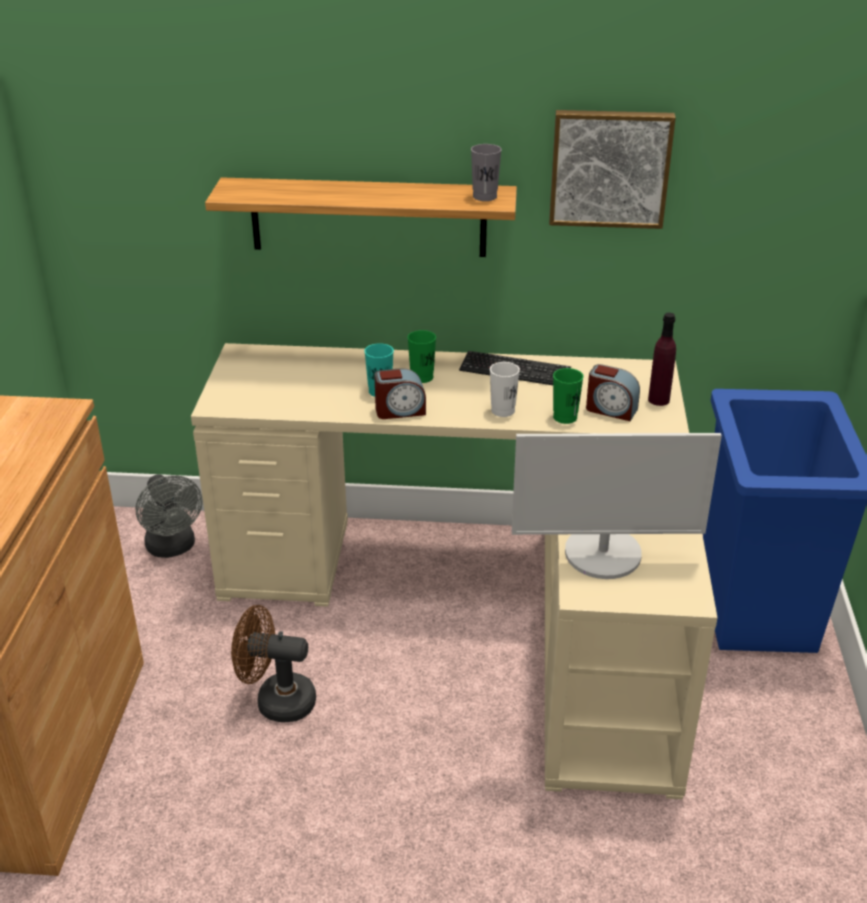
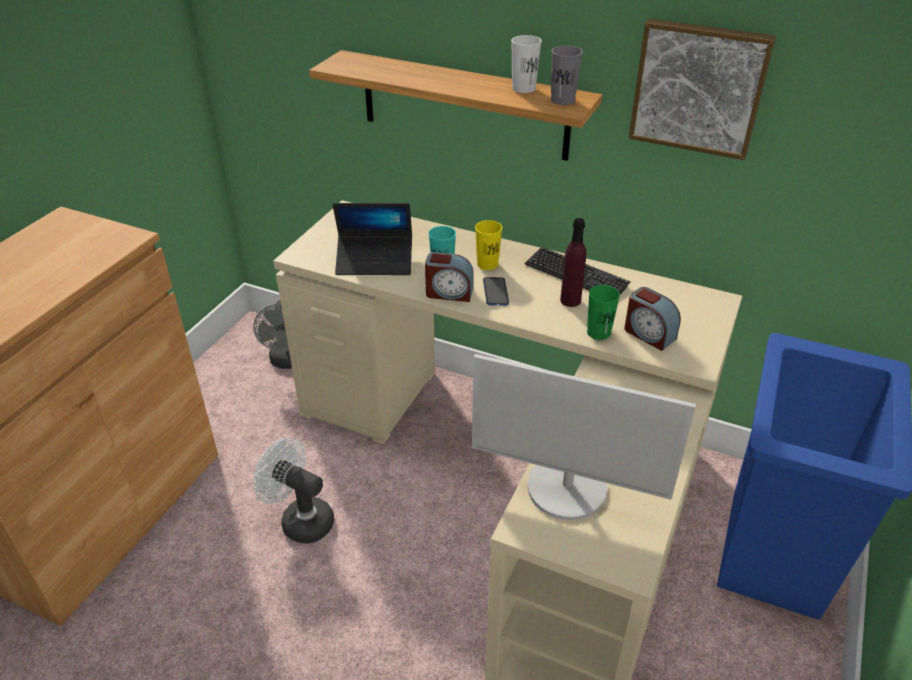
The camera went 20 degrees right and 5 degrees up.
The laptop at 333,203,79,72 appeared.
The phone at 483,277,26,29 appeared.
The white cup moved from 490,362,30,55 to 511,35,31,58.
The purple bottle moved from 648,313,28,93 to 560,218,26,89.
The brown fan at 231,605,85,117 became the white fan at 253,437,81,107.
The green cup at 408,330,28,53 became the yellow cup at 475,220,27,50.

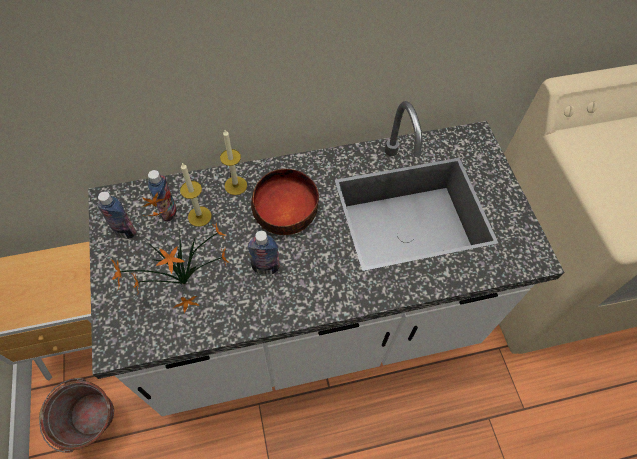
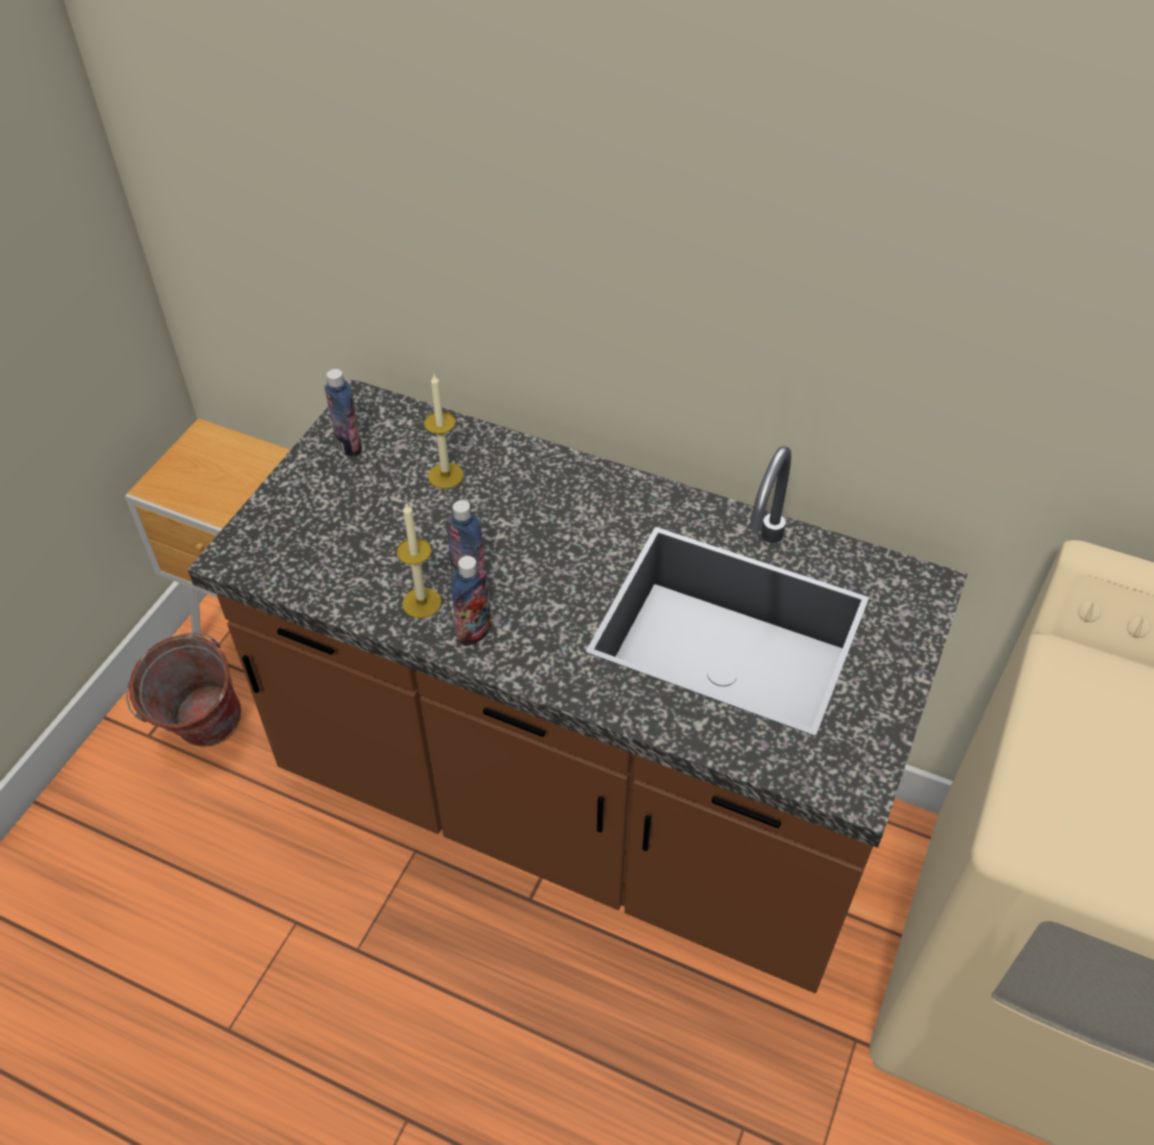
The camera went 40 degrees right and 10 degrees down.
The potted plant at 111,193,118,120 disappeared.
The bowl at 251,169,68,66 disappeared.
The bottle moved from 148,170,29,51 to 451,556,40,90.
The candle moved from 220,130,27,65 to 396,502,45,116.
The white counter at 88,101,477,315 became the brown counter at 188,379,779,614.

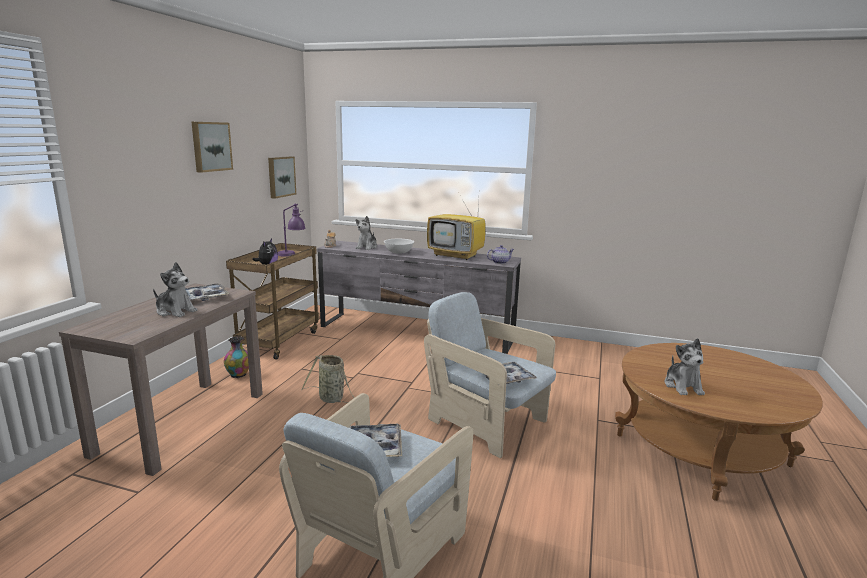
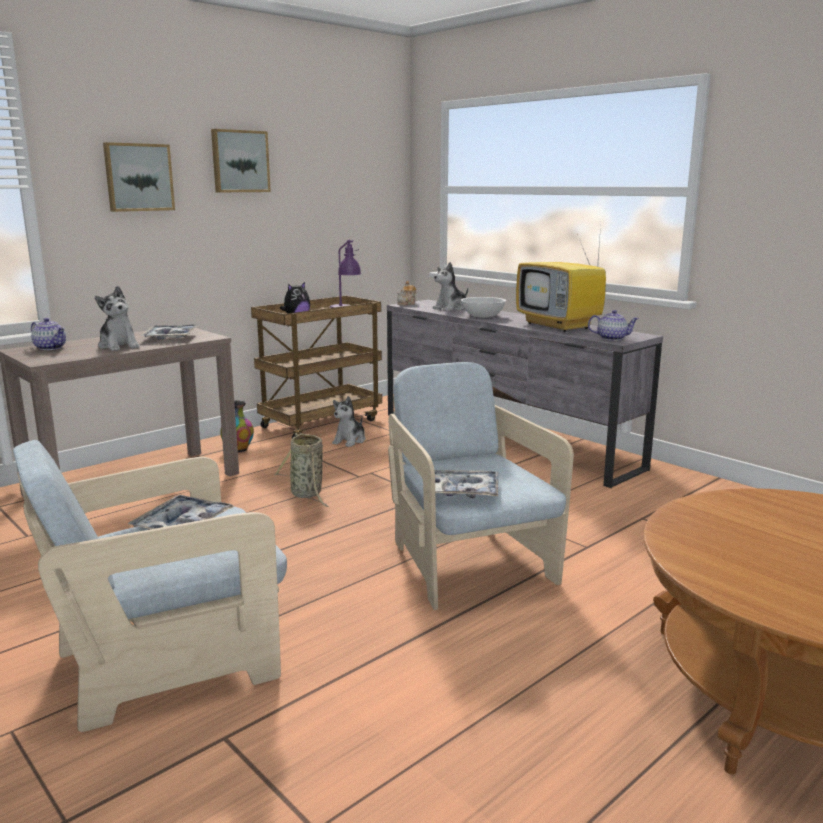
The camera went 30 degrees right and 0 degrees up.
The teapot at 31,318,35,32 appeared.
The picture moved from 268,156,28,43 to 103,142,72,70.
The plush toy moved from 664,338,41,57 to 332,396,33,51.

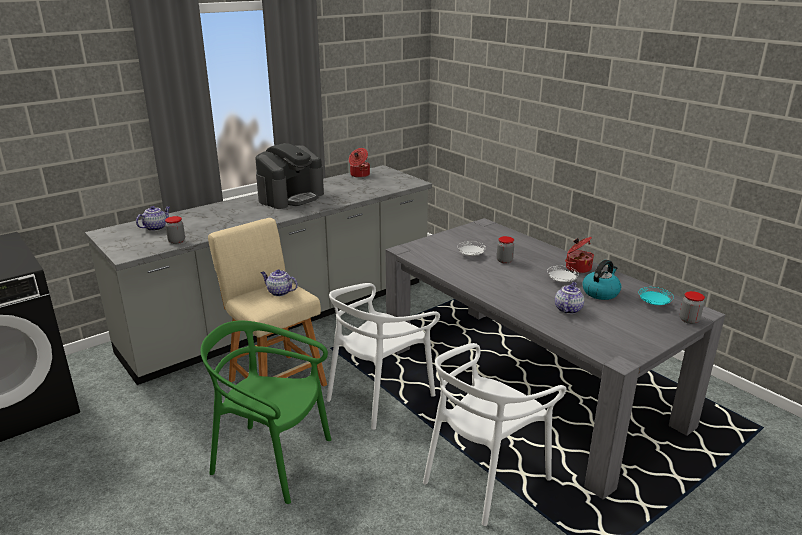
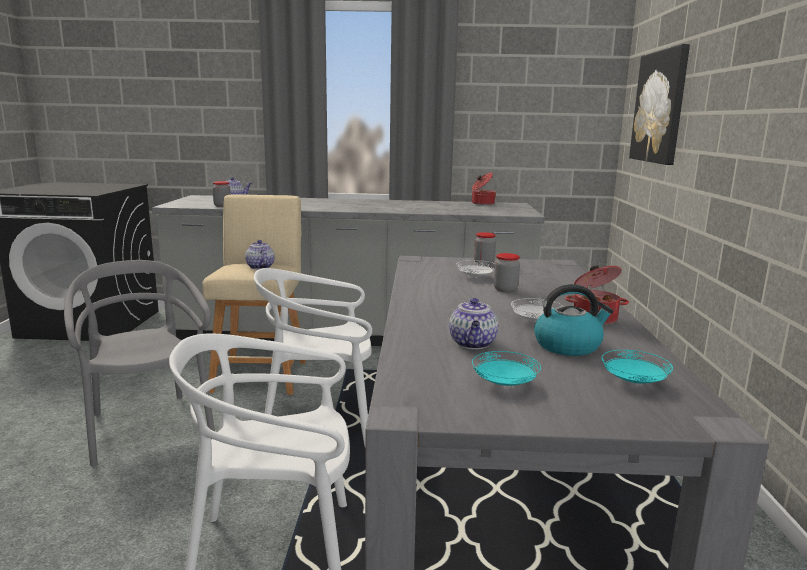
The camera went 40 degrees right and 10 degrees down.
The coffee machine at 255,143,69,66 disappeared.
The turquoise plate at 472,351,69,35 appeared.
The picture at 629,44,61,121 appeared.
The jar moved from 680,291,25,33 to 474,232,22,33.
The green chair at 200,321,132,183 became the grey chair at 64,260,151,206.
The teapot at 555,282,29,32 turned 120 degrees clockwise.

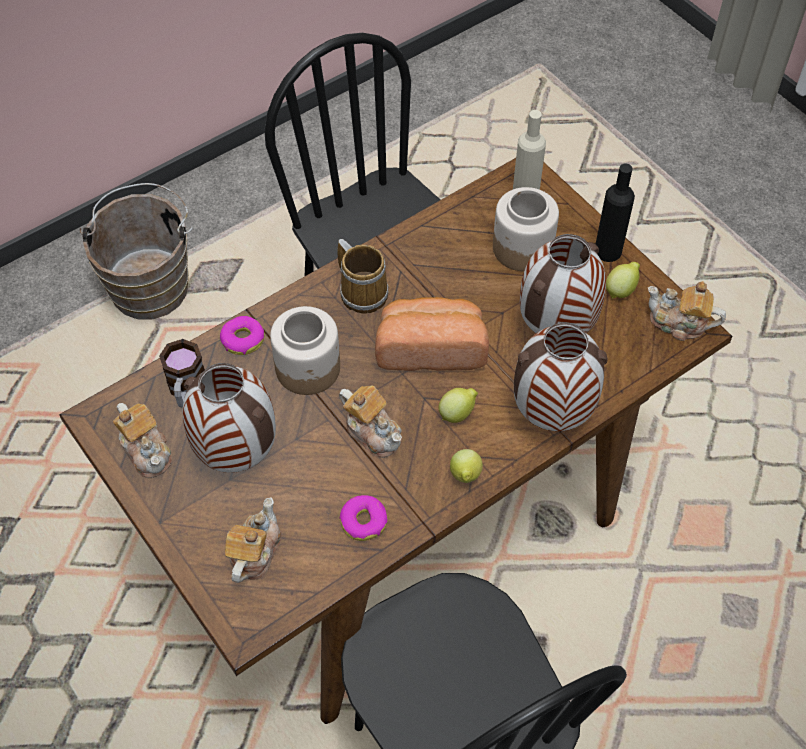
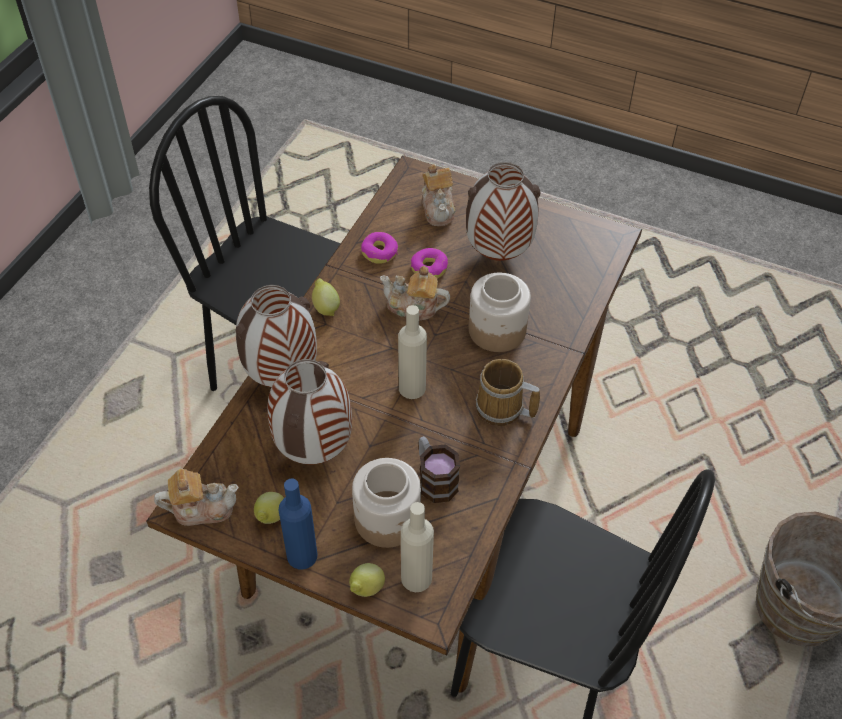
The camera went 150 degrees right and 5 degrees down.
The teapot at 113,403,59,75 disappeared.
The mug moved from 159,339,46,68 to 419,436,41,67.
The donut moved from 220,316,44,39 to 411,248,37,30.
The lemon moved from 439,388,39,35 to 349,563,36,34.
The bread at 375,297,114,74 was replaced by the beige bottle at 398,305,29,94.
The black bottle at 596,164,39,98 became the blue bottle at 279,479,38,90.

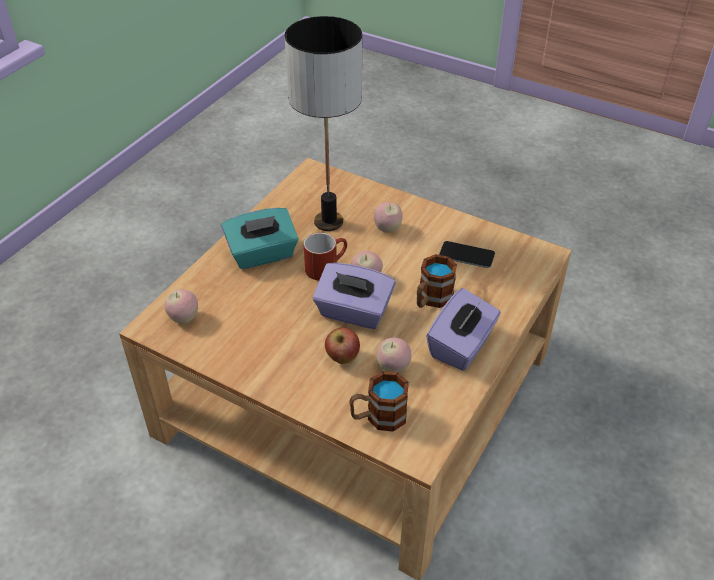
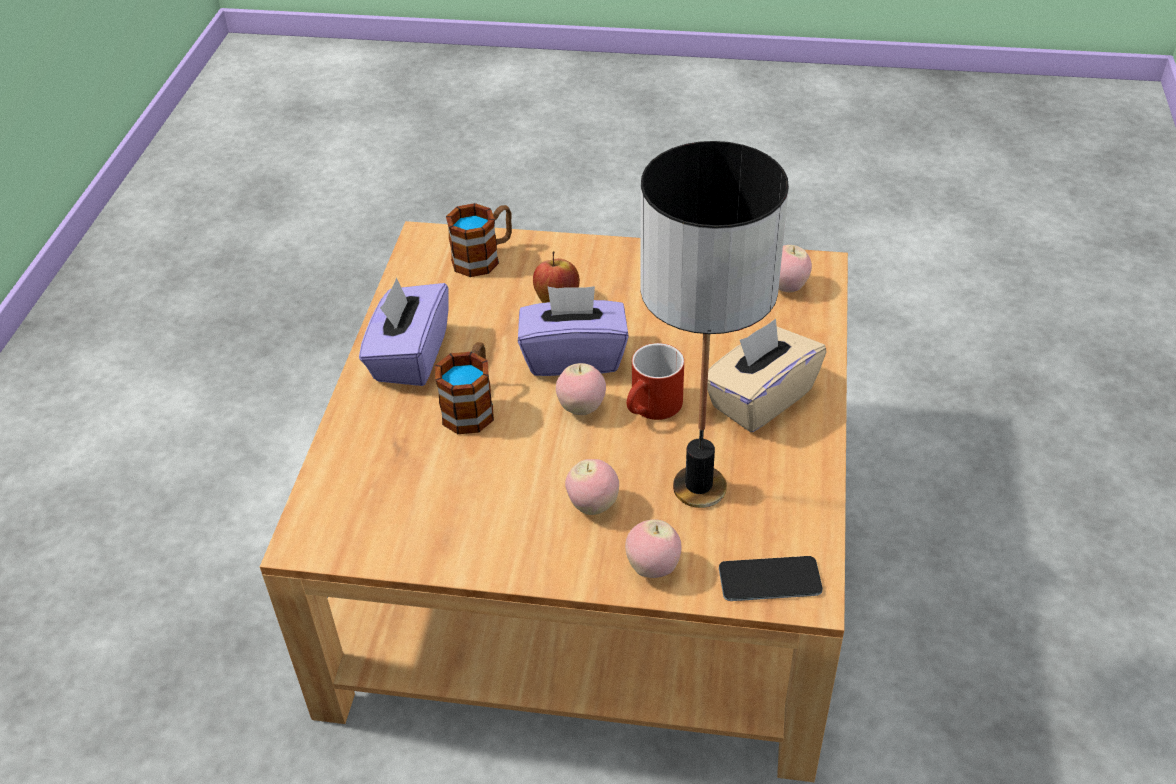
The camera went 160 degrees right and 0 degrees up.
The apple moved from 377,337,35,36 to 625,519,56,59.
The phone moved from 439,241,56,27 to 719,556,104,45.
The turquoise tissue box at 221,208,77,61 became the beige tissue box at 707,319,120,113.

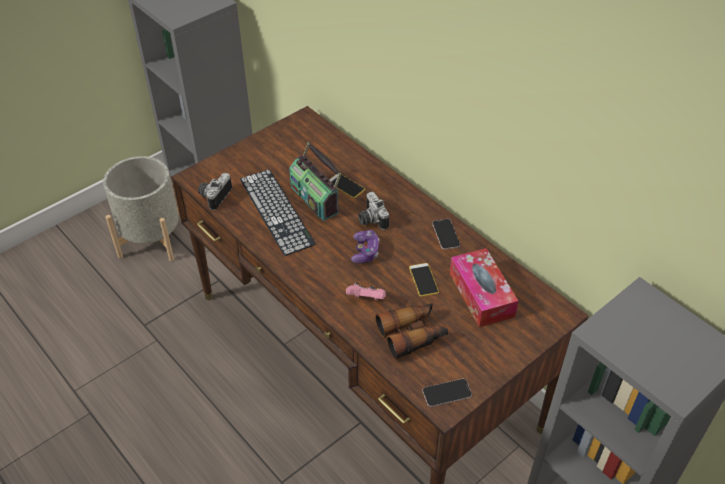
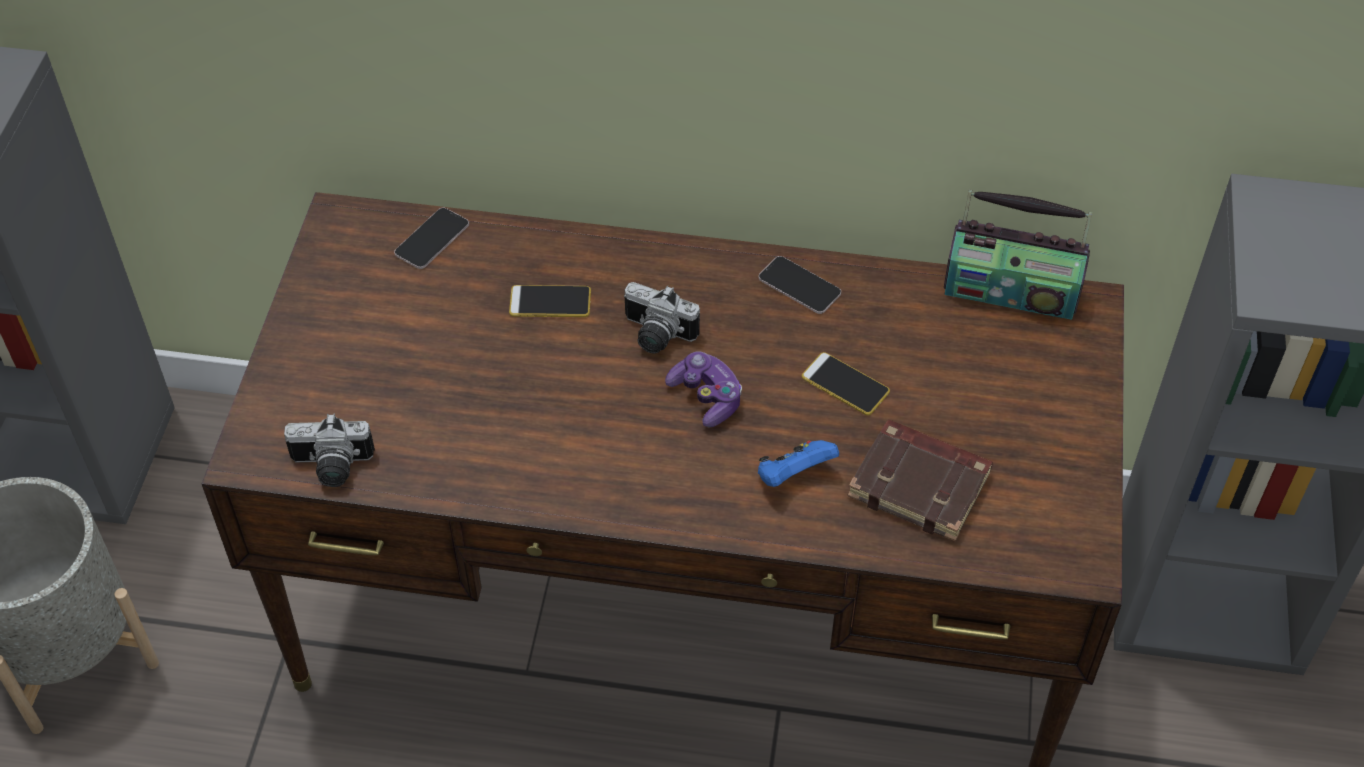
The camera went 40 degrees left and 5 degrees up.
The keyboard at 240,169,76,87 disappeared.
The tissue box at 450,248,68,79 disappeared.
The radio moved from 289,142,52,79 to 944,190,148,130.
The phone moved from 423,379,49,28 to 394,208,75,61.
The binoculars at 375,303,73,57 was replaced by the brown book at 848,420,145,121.
The pink game controller at 346,282,40,18 became the blue game controller at 758,440,81,47.
The photo camera at 198,173,34,37 turned 75 degrees counterclockwise.

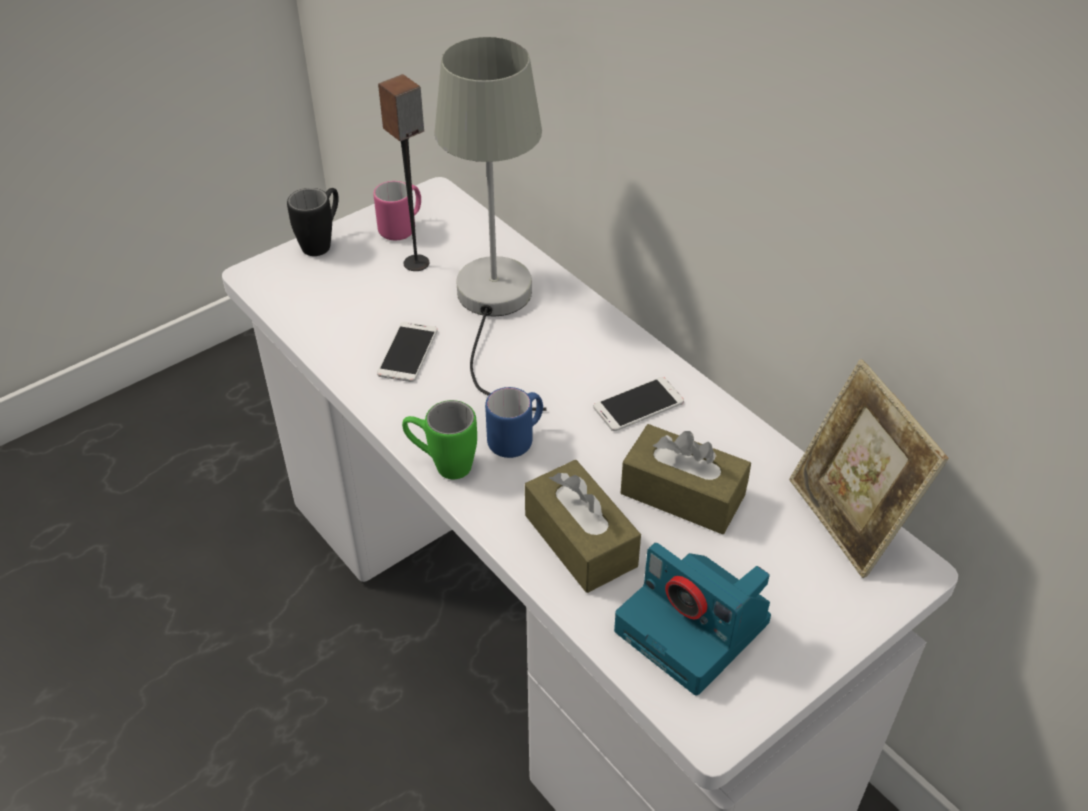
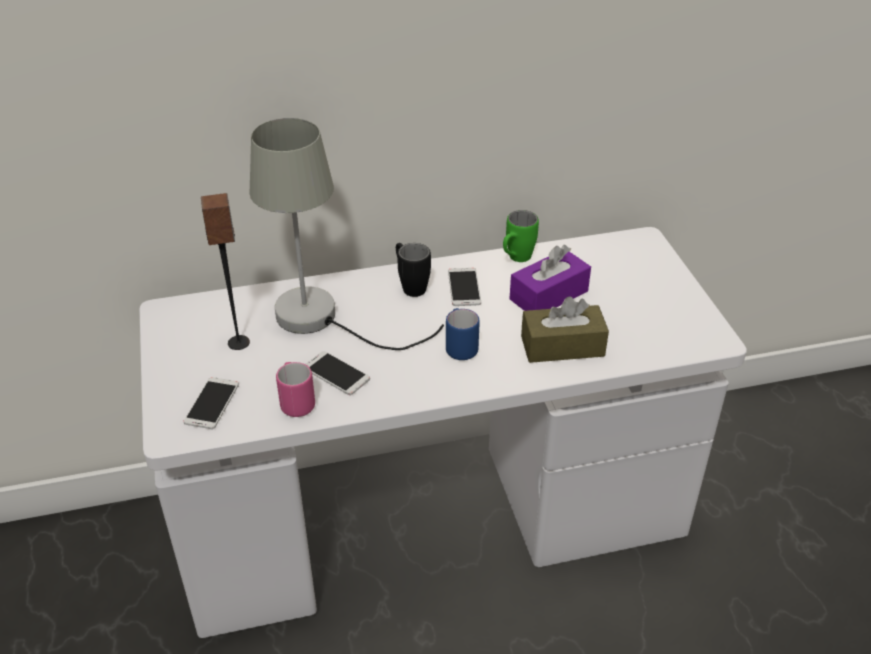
The camera went 65 degrees left and 5 degrees down.
The photo camera at 614,543,157,153 disappeared.
The picture frame at 789,359,160,219 disappeared.
The phone at 184,377,55,52 appeared.
The black mug moved from 287,188,52,68 to 396,243,35,54.
The pink mug moved from 373,181,48,59 to 276,362,39,55.
The green mug moved from 402,400,75,79 to 503,210,36,52.
The brown tissue box at 621,424,130,110 became the purple tissue box at 510,245,81,66.

